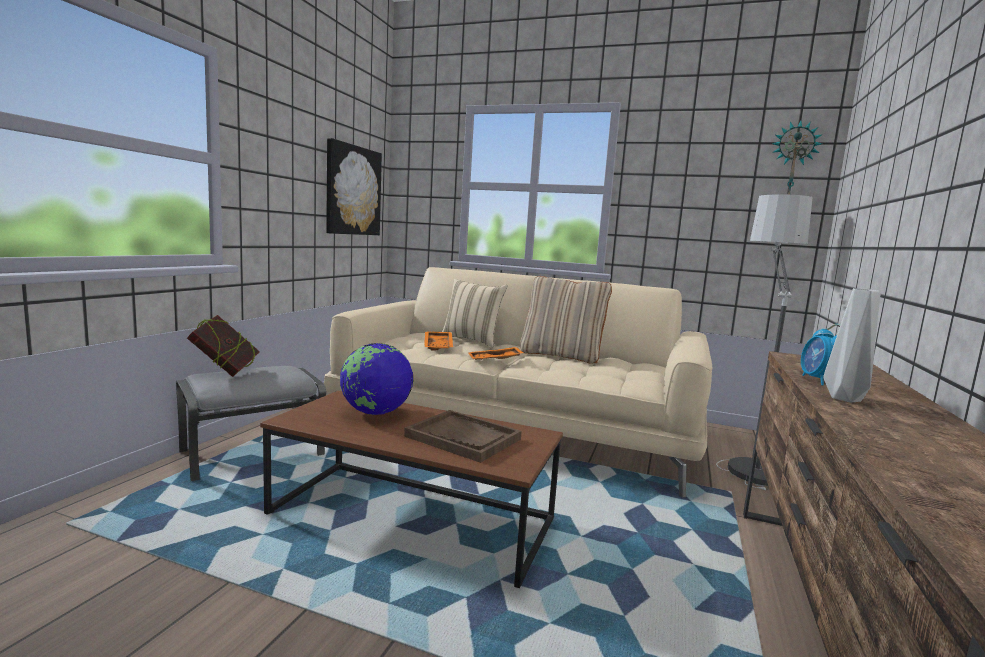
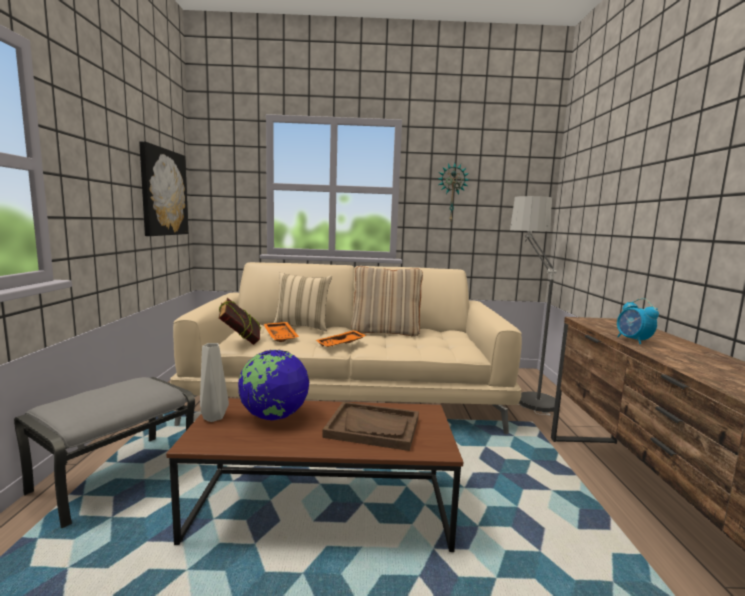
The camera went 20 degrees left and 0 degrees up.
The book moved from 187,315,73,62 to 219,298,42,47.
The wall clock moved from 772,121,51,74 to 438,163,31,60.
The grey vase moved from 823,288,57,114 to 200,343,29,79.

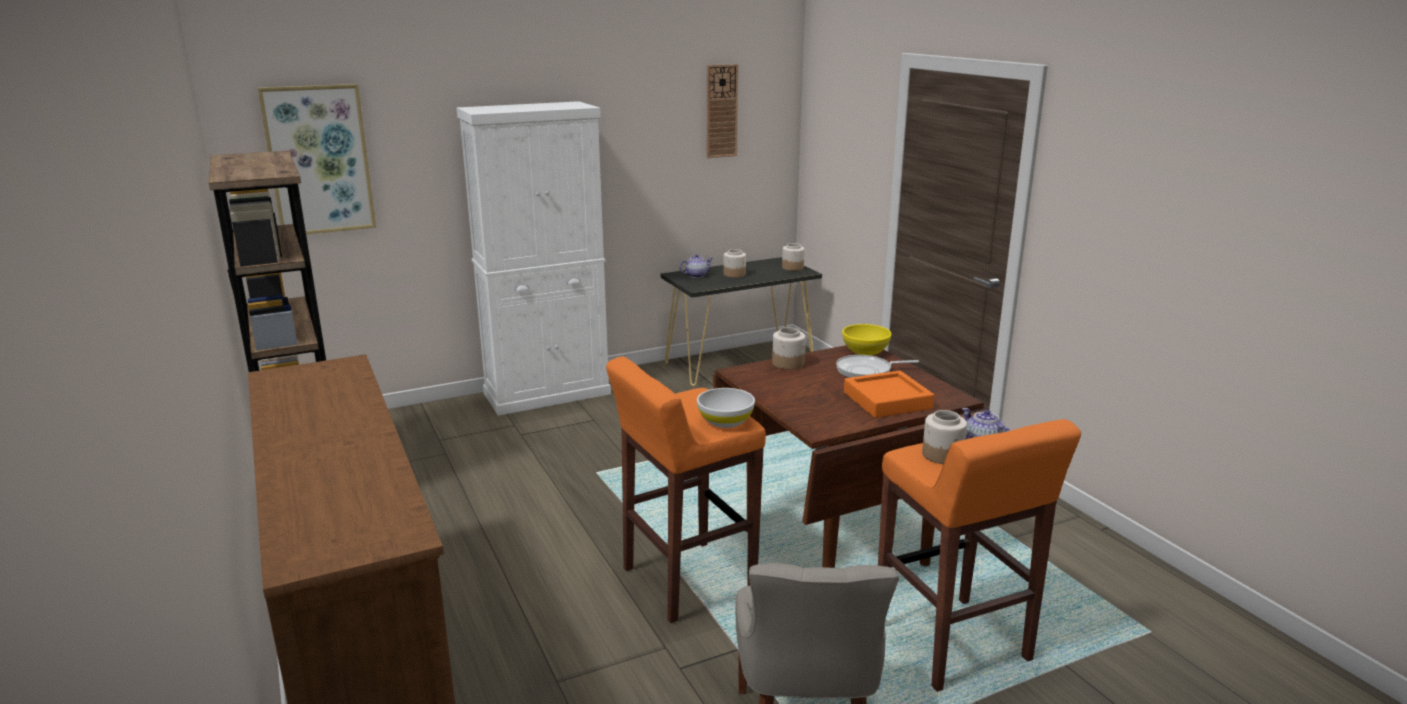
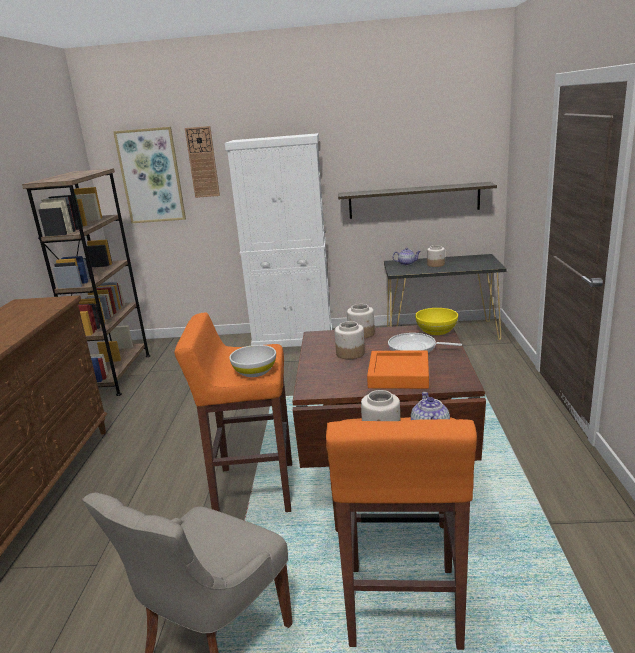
The camera went 30 degrees right and 0 degrees up.
The shelf at 338,182,159,37 appeared.
The wall clock moved from 707,64,31,94 to 185,126,35,72.
The jar moved from 782,243,23,28 to 335,321,30,38.

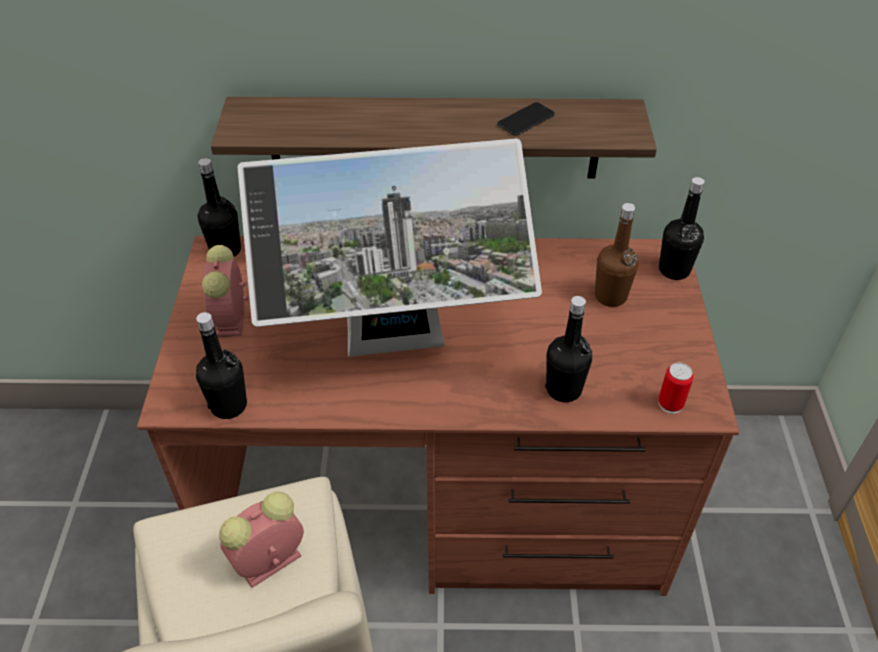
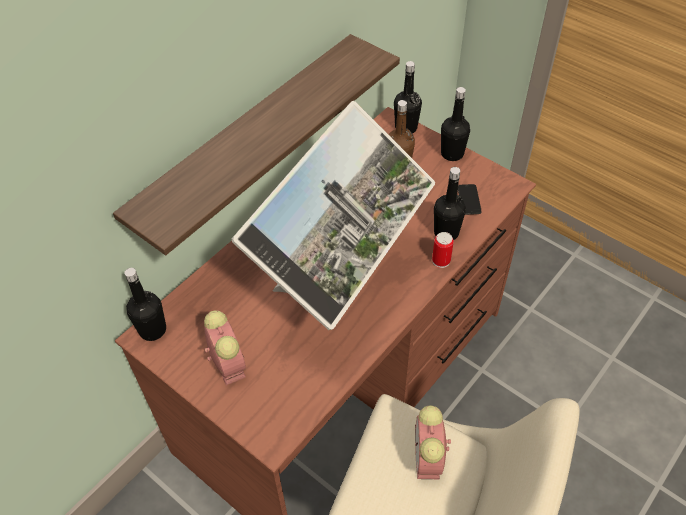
The camera went 50 degrees left and 5 degrees up.
The black bottle moved from 196,312,51,107 to 441,87,29,74.
The phone moved from 497,102,58,34 to 458,184,24,31.
The can moved from 658,363,36,51 to 432,232,22,36.
The alarm clock at 202,245,46,92 turned 150 degrees counterclockwise.

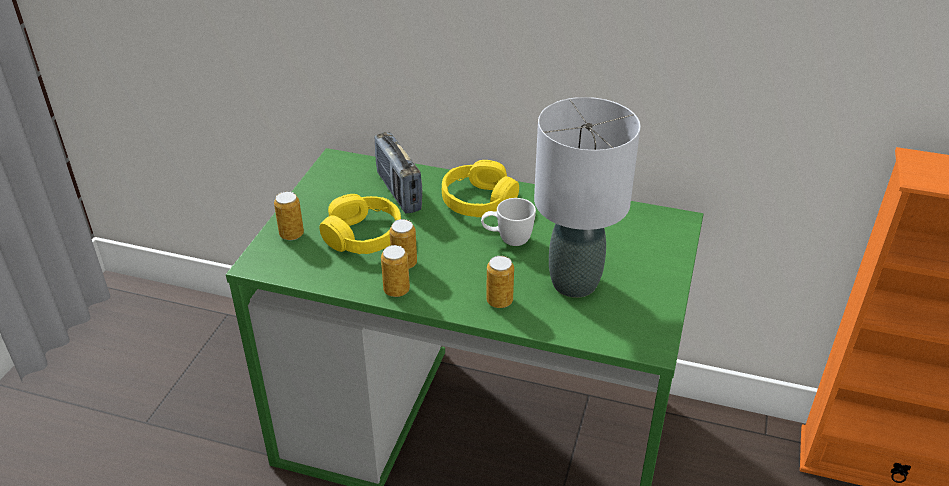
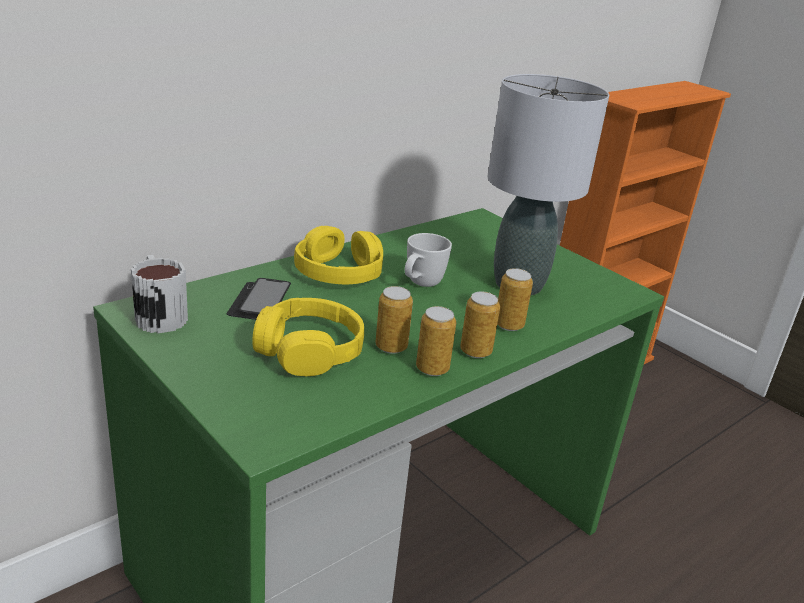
The camera went 60 degrees left and 10 degrees down.
The mug at 131,255,57,78 appeared.
The can moved from 274,191,30,49 to 460,291,40,67.
The radio at 375,132,48,81 was replaced by the phone at 226,278,65,42.

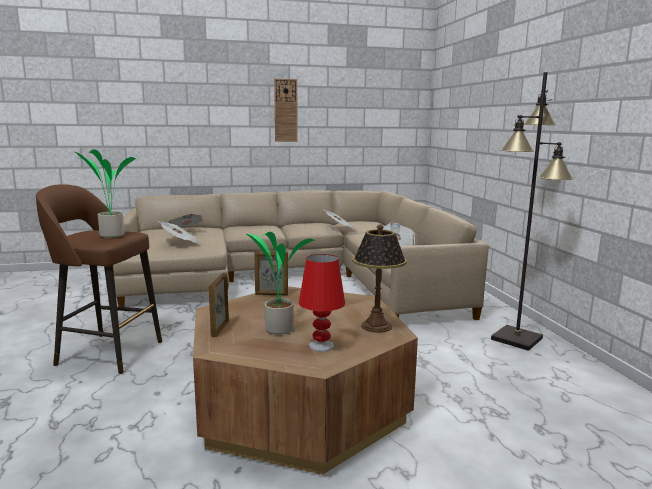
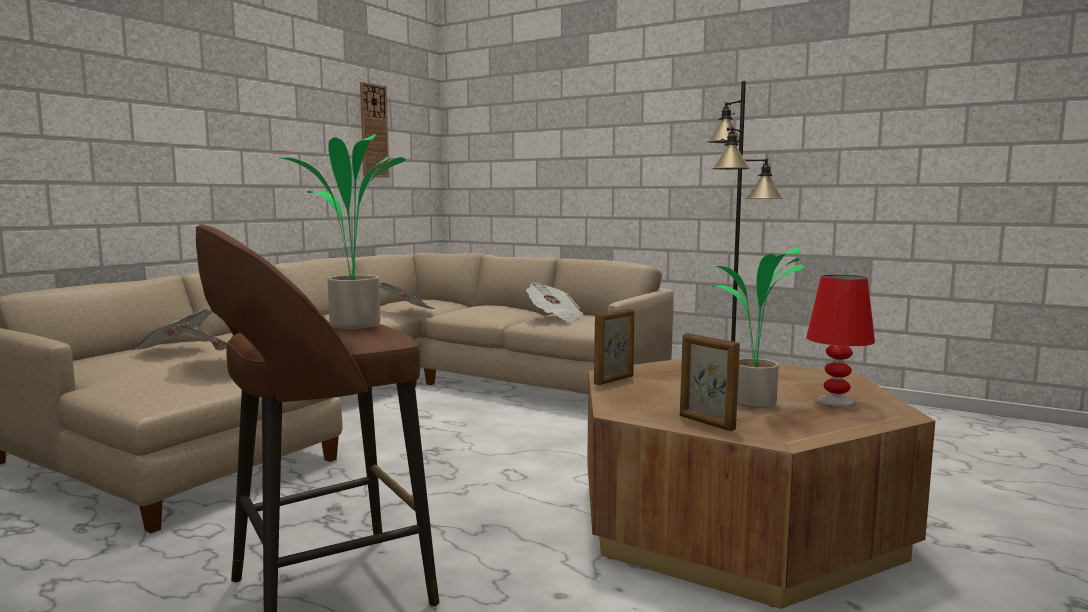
The camera went 45 degrees left and 5 degrees down.
The table lamp at 352,224,55,109 disappeared.
The wall clock moved from 274,79,23,63 to 360,82,30,96.

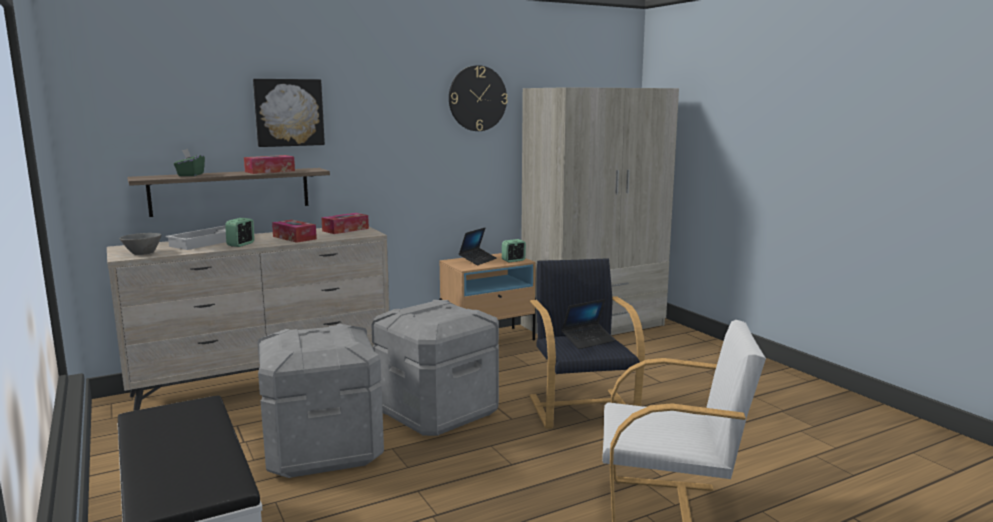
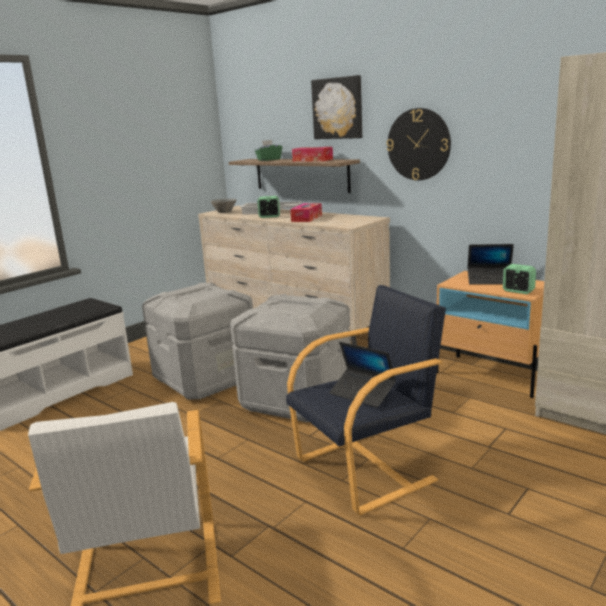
The camera went 70 degrees right and 5 degrees up.
The tissue box at 321,213,48,21 disappeared.
The wall clock moved from 449,65,59,66 to 387,108,64,73.

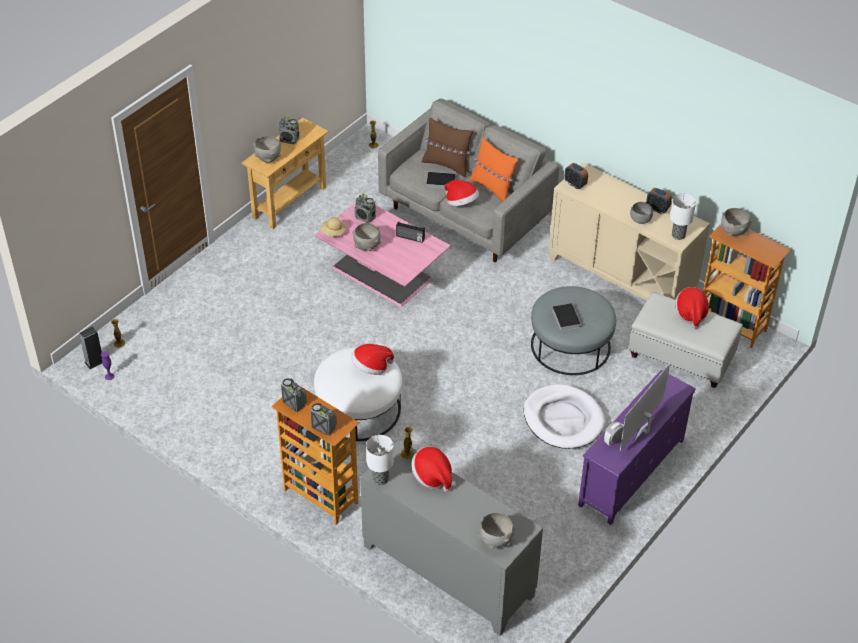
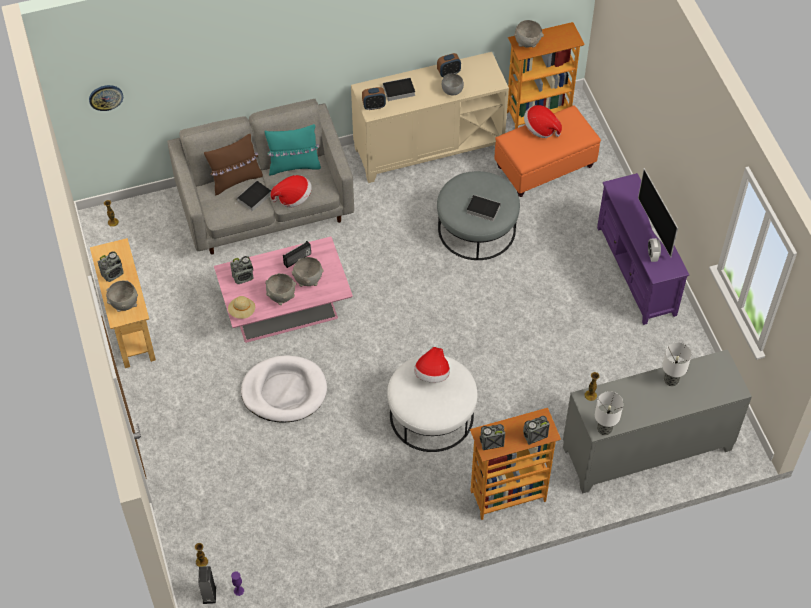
The camera went 55 degrees left and 10 degrees up.
The hat at 411,447,41,45 disappeared.
The wall clock at 89,85,34,26 appeared.
The book at 382,78,33,23 appeared.
The grey bowl moved from 479,513,37,36 to 292,257,32,30.
The white dog bed moved from 524,384,81,65 to 241,355,86,67.
The table lamp moved from 670,193,26,47 to 662,342,30,44.
The orange pillow at 469,137,49,65 became the turquoise pillow at 264,124,57,52.
The white ottoman at 629,292,114,96 became the orange ottoman at 495,105,106,92.

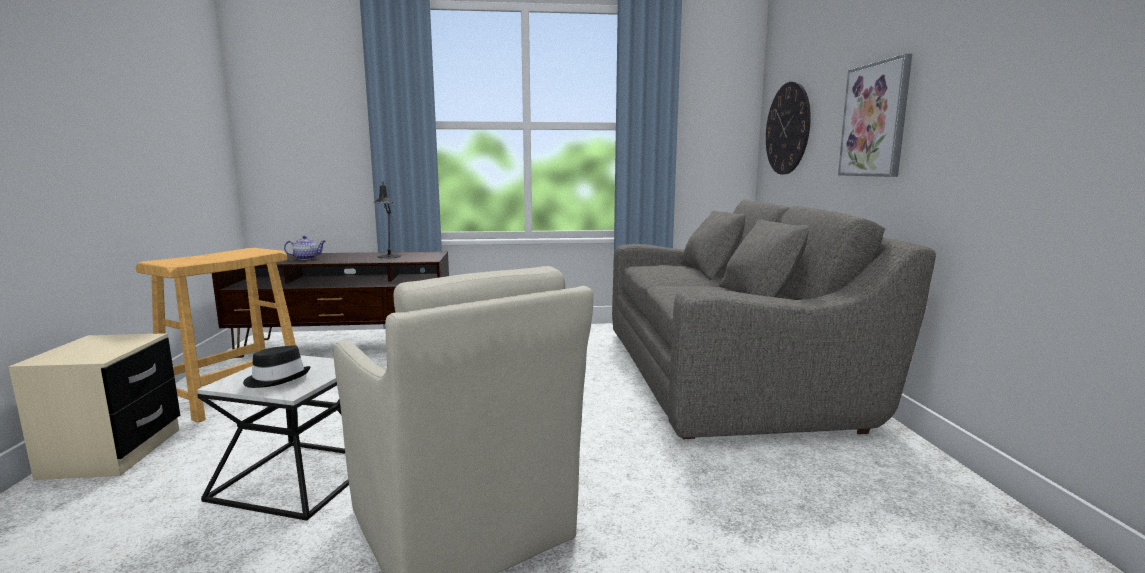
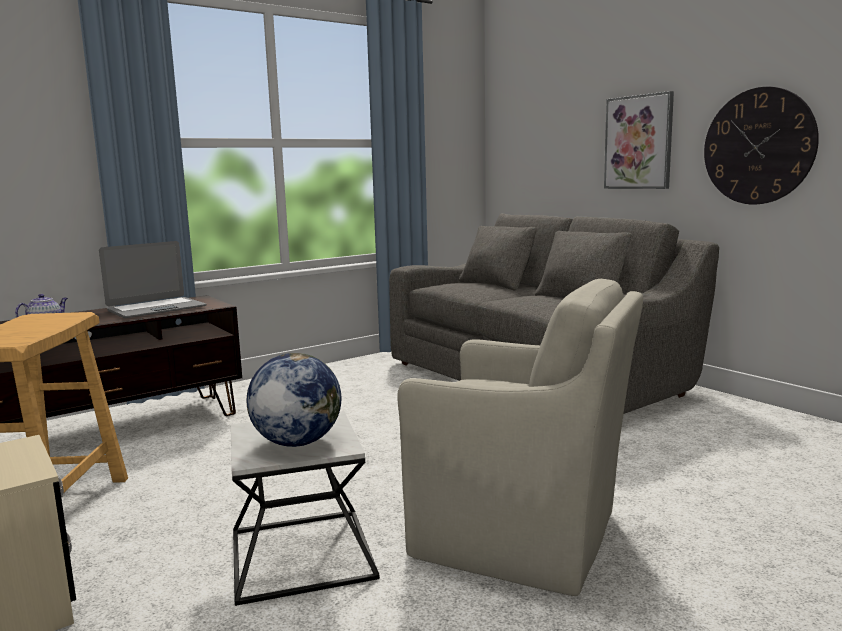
The camera went 30 degrees left and 0 degrees up.
The wall clock moved from 766,82,45,92 to 704,87,115,118.
The black hat at 243,345,68,43 was replaced by the globe at 246,353,95,94.
The black table lamp at 374,182,27,77 was replaced by the laptop at 99,241,108,77.

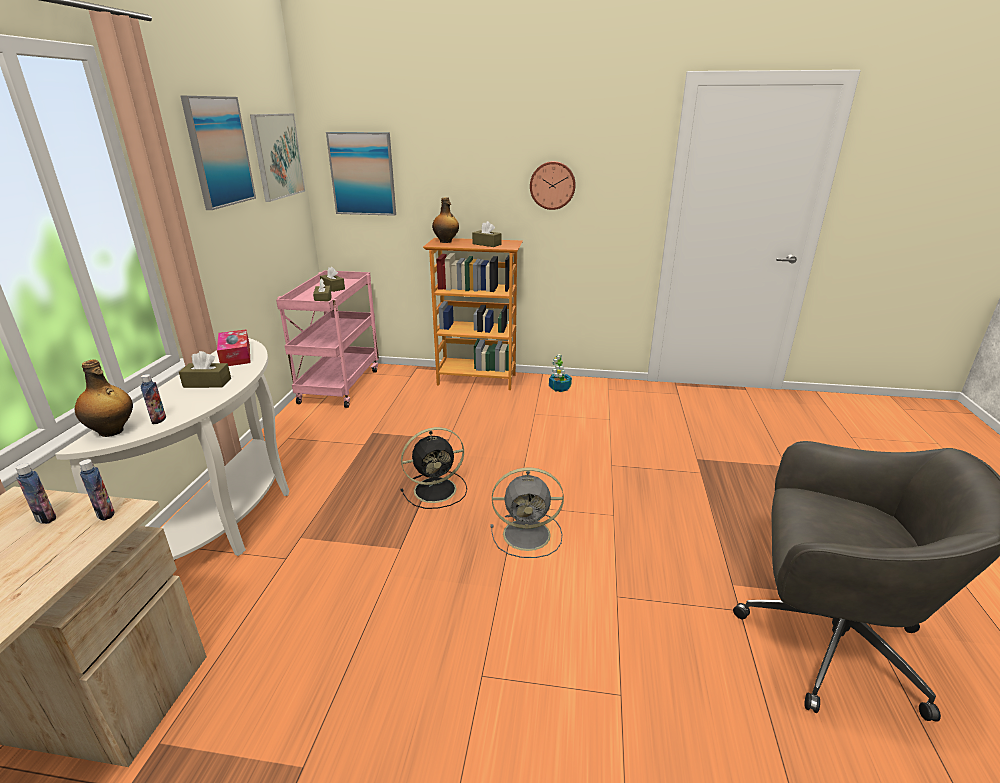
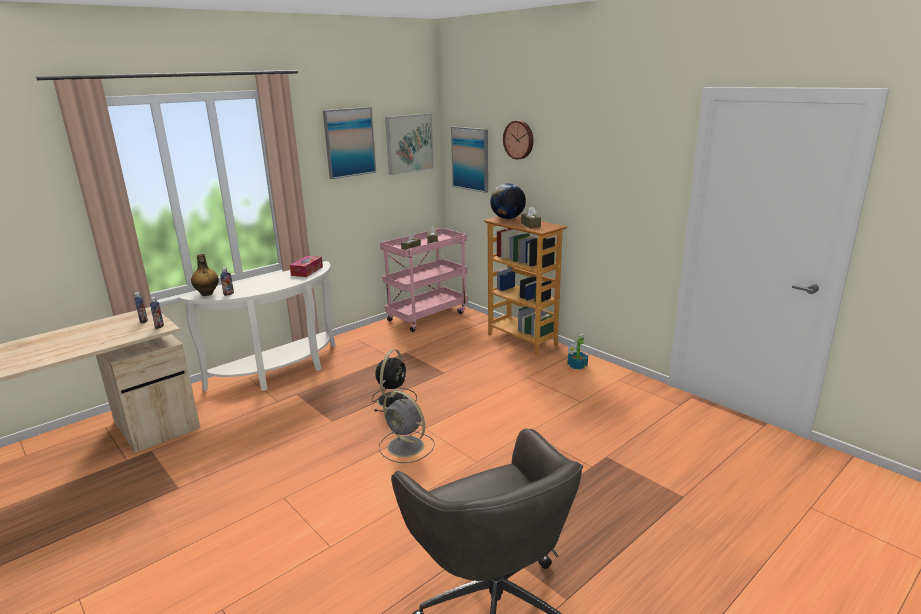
The camera went 40 degrees right and 5 degrees down.
The brown tissue box at 179,351,52,37 disappeared.
The wall clock moved from 530,161,46,49 to 503,120,30,40.
The bottle at 432,197,27,46 was replaced by the globe at 490,183,36,36.
The black fan at 400,427,67,82 turned 90 degrees counterclockwise.

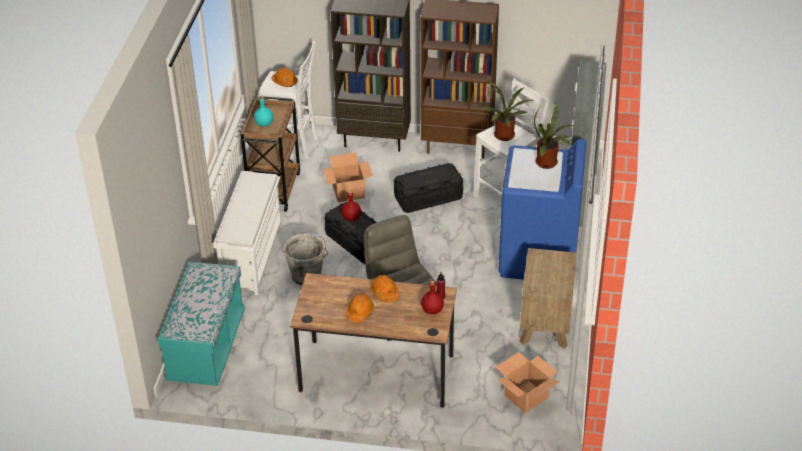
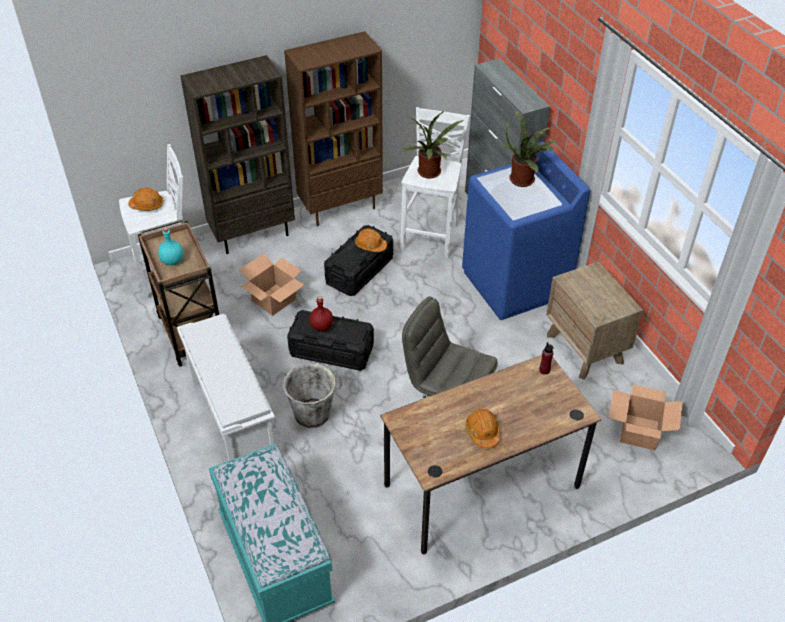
The camera went 35 degrees left and 5 degrees up.
The red bottle at 421,281,23,33 disappeared.
The orange hard hat moved from 371,275,28,27 to 355,229,32,23.

